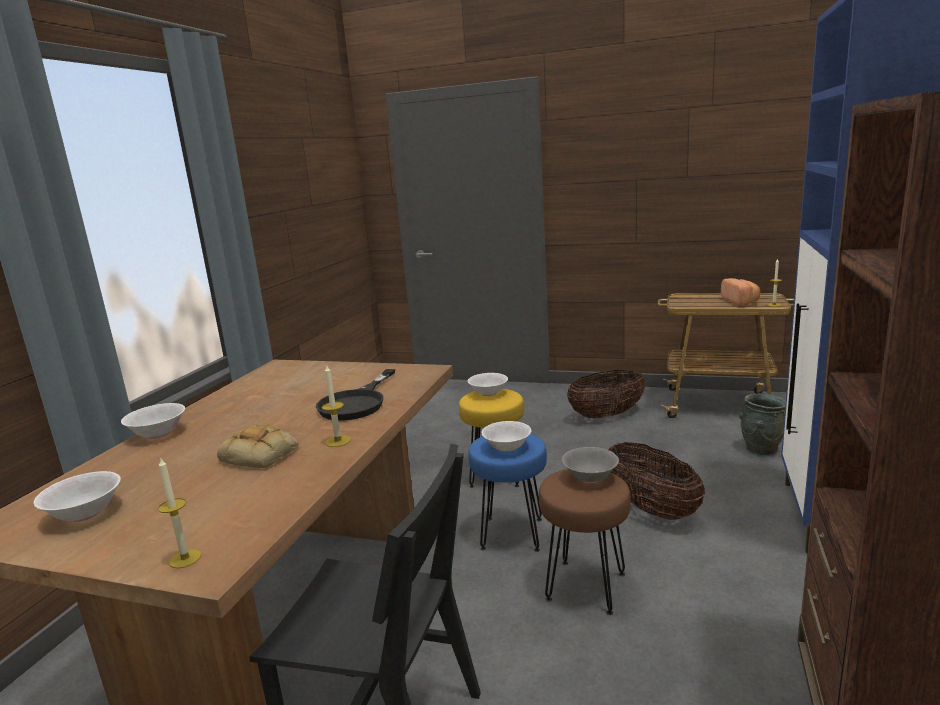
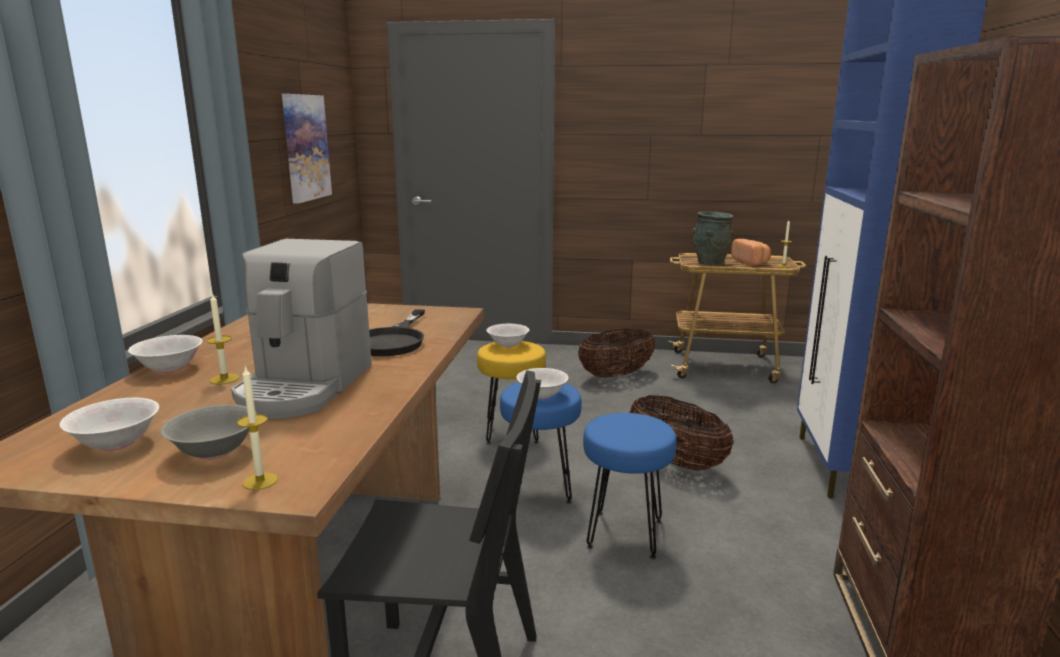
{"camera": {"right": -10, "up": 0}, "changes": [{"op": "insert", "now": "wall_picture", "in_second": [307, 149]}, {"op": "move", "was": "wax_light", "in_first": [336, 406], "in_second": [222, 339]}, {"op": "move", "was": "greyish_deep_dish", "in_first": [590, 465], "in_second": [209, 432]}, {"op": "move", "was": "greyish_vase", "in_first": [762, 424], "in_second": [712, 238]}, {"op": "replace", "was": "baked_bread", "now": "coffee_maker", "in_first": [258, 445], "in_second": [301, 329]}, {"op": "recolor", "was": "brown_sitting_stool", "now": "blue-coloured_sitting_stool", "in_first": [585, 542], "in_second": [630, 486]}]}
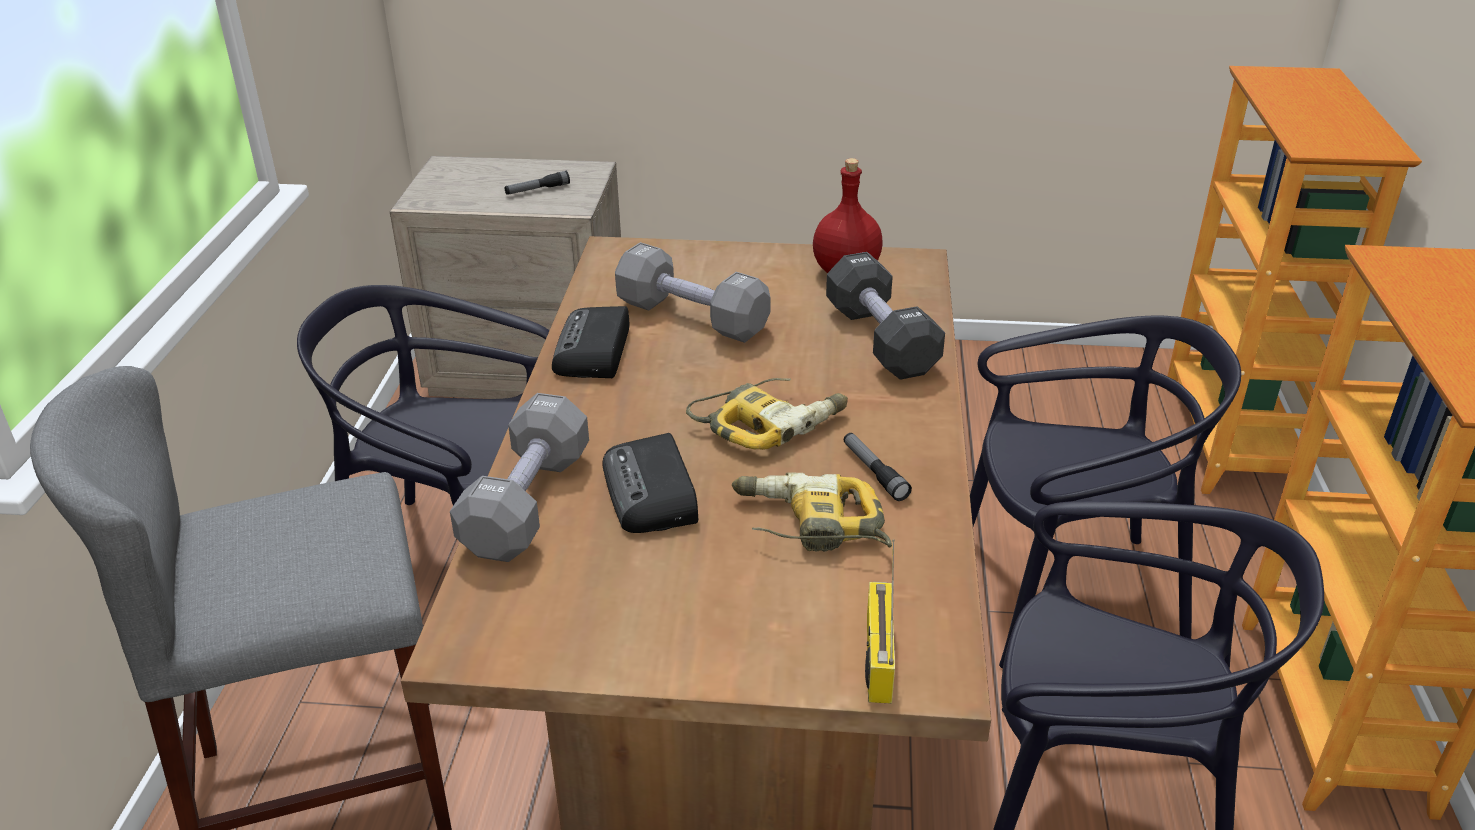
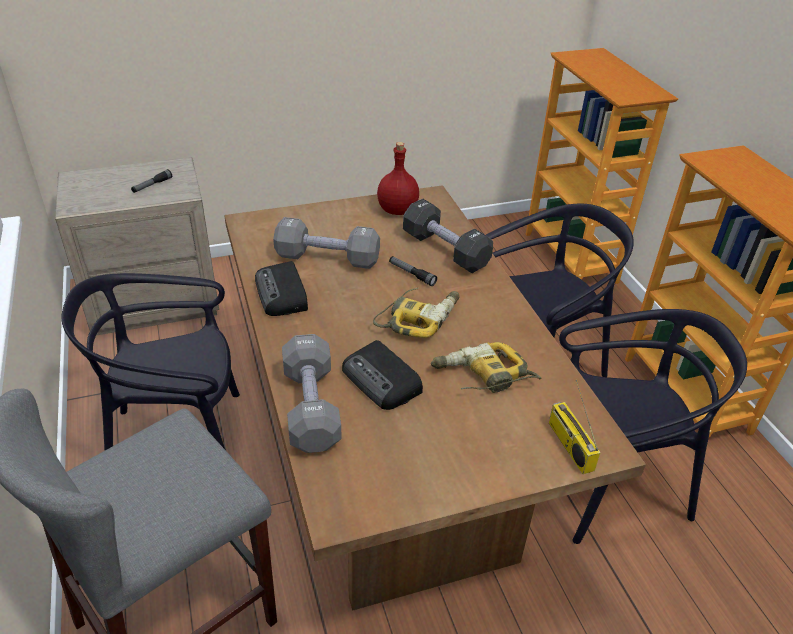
{"camera": {"right": -25, "up": 5}, "changes": [{"op": "move", "was": "hand_torch", "in_first": [878, 467], "in_second": [413, 271]}]}
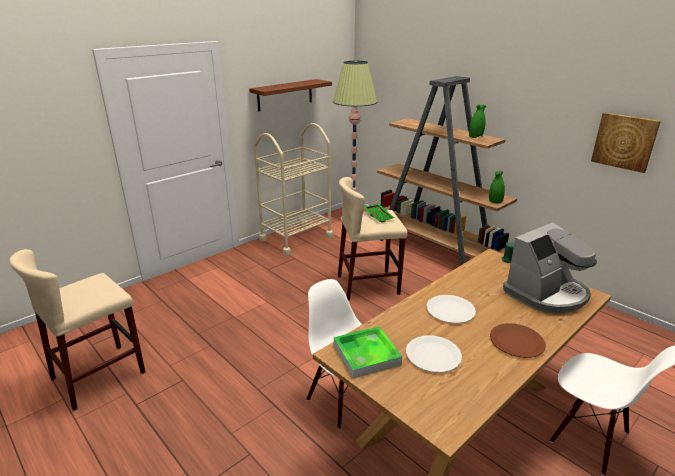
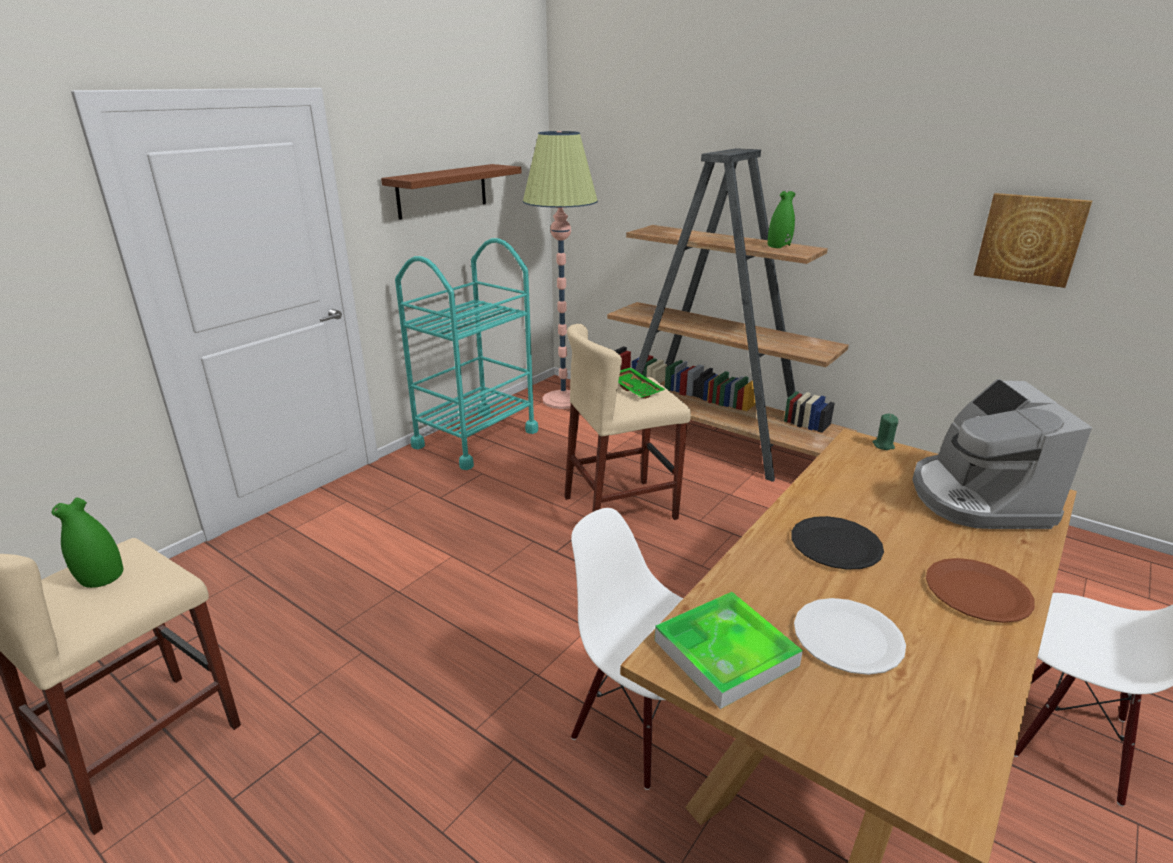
{"camera": {"right": -10, "up": 0}, "changes": [{"op": "move", "was": "green_vase", "in_first": [497, 186], "in_second": [87, 543]}, {"op": "recolor", "was": "beige-coloured_cart", "now": "blue-green_cart", "in_first": [293, 189], "in_second": [466, 354]}, {"op": "recolor", "was": "whitish_plate", "now": "black_plate", "in_first": [451, 309], "in_second": [837, 543]}, {"op": "rotate", "was": "coffee_maker", "in_first": [550, 268], "in_second": [1002, 454], "clockwise": 135}]}
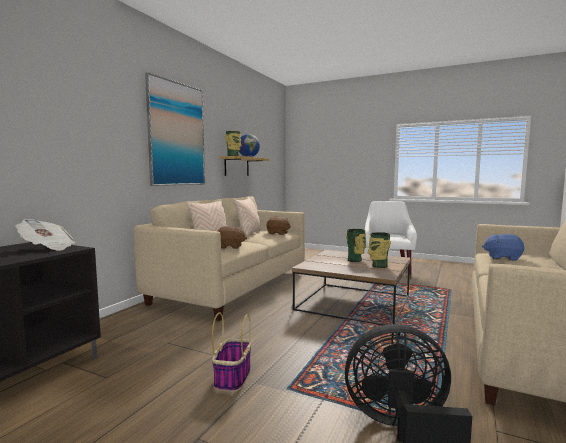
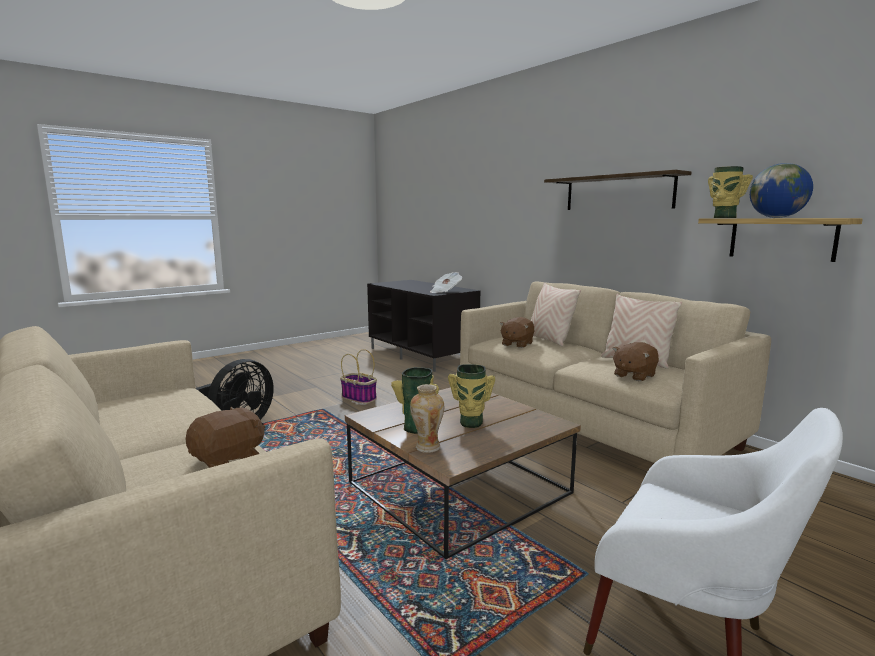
{"camera": {"right": 115, "up": 5}, "changes": [{"op": "insert", "now": "vase", "in_second": [427, 418]}, {"op": "replace", "was": "wall_picture", "now": "shelf", "in_first": [175, 129], "in_second": [617, 190]}, {"op": "recolor", "was": "blue-coloured_soft_toy", "now": "brown_soft_toy", "in_first": [503, 247], "in_second": [225, 437]}]}
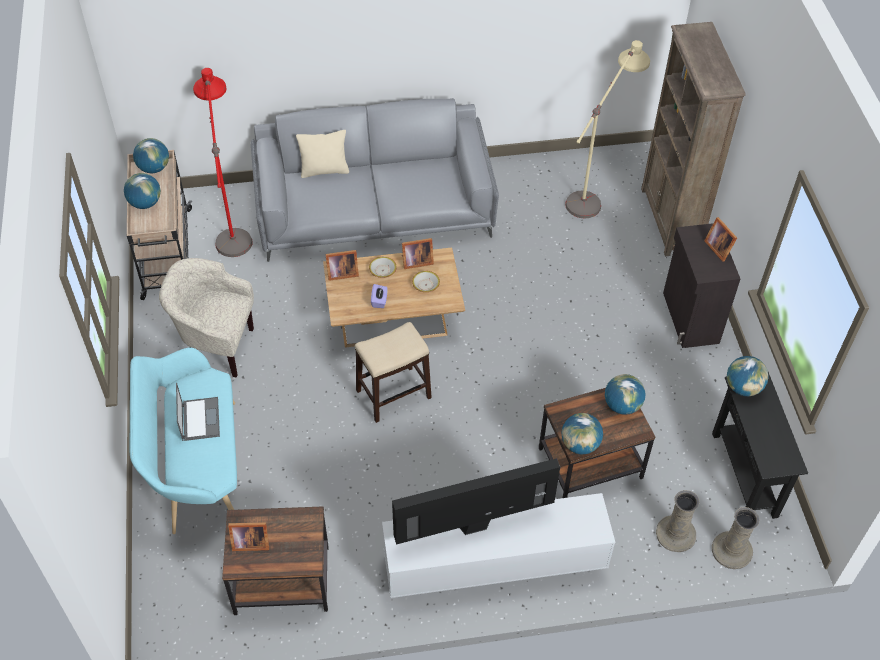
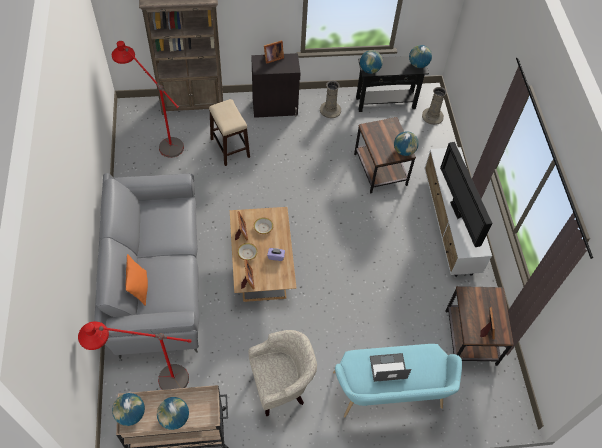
{"camera": {"right": -90, "up": 5}, "changes": [{"op": "move", "was": "sitting_stool", "in_first": [393, 372], "in_second": [229, 132]}, {"op": "move", "was": "world_globe", "in_first": [625, 394], "in_second": [420, 56]}, {"op": "move", "was": "beige-coloured_vase", "in_first": [677, 521], "in_second": [330, 99]}, {"op": "recolor", "was": "beige-coloured_pillow", "now": "orange_pillow", "in_first": [322, 154], "in_second": [137, 279]}, {"op": "recolor", "was": "beige-coloured_standing_lamp", "now": "red_standing_lamp", "in_first": [607, 129], "in_second": [148, 99]}, {"op": "rotate", "was": "beige-coloured_lounge_chair", "in_first": [206, 318], "in_second": [282, 373], "clockwise": -120}]}
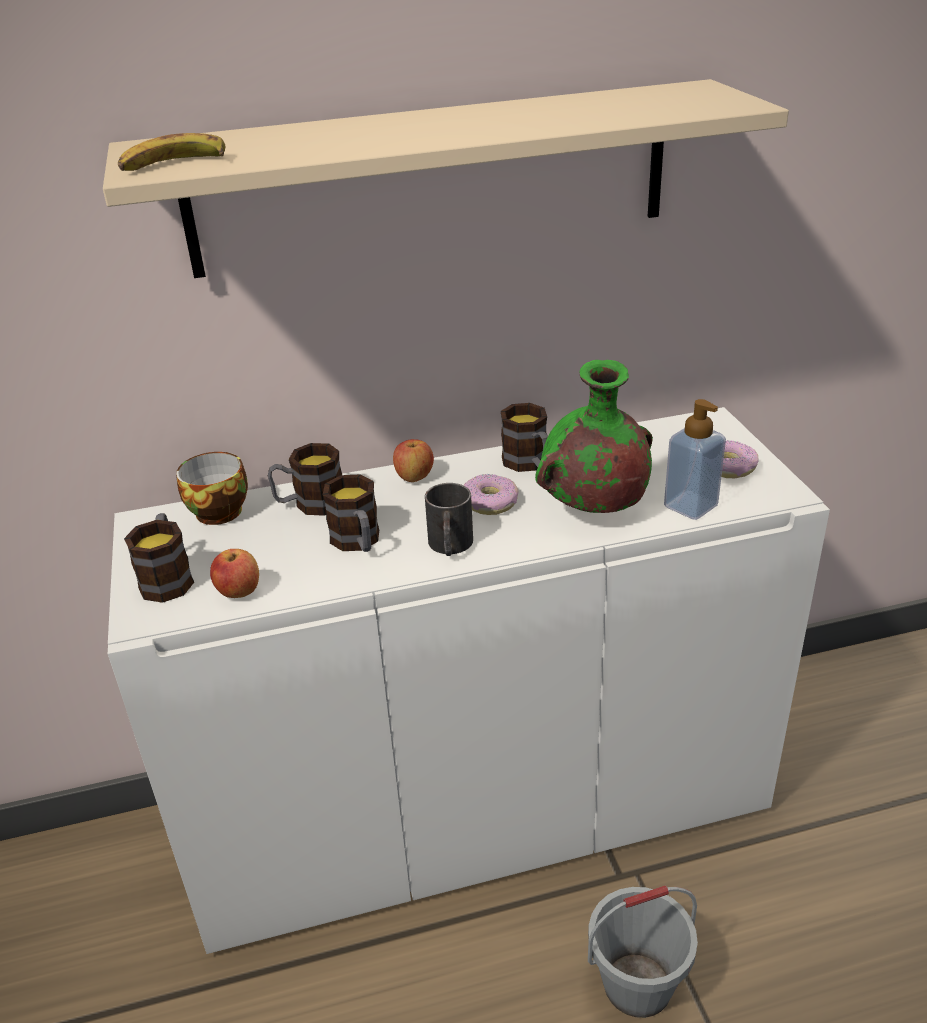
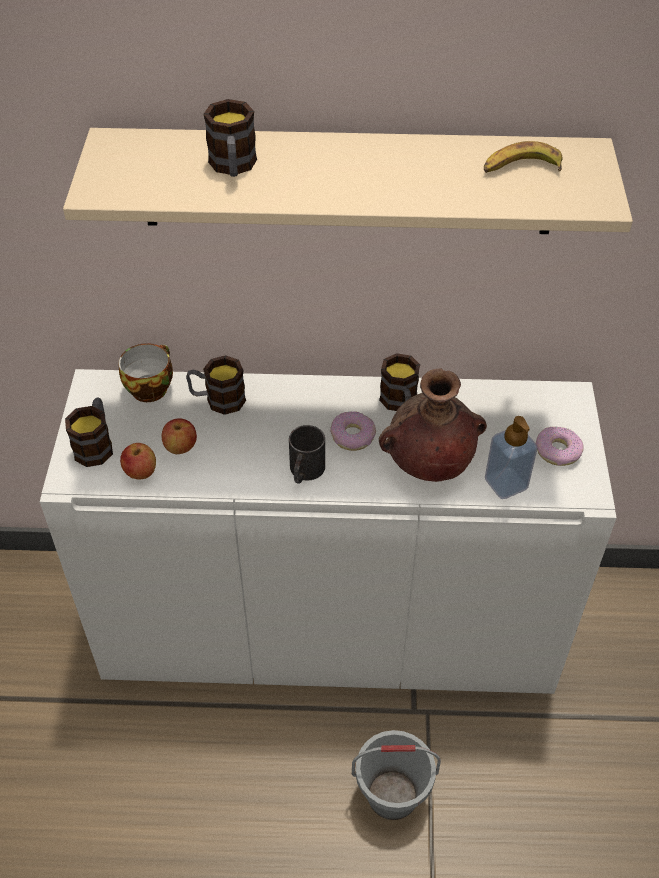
{"camera": {"right": 15, "up": 15}, "changes": [{"op": "move", "was": "banana_fruit", "in_first": [172, 152], "in_second": [523, 157]}, {"op": "move", "was": "coffee_mug", "in_first": [351, 513], "in_second": [230, 138]}, {"op": "move", "was": "apple_fruit", "in_first": [413, 460], "in_second": [179, 436]}, {"op": "recolor", "was": "green_vase", "now": "brown_vase", "in_first": [594, 436], "in_second": [433, 425]}]}
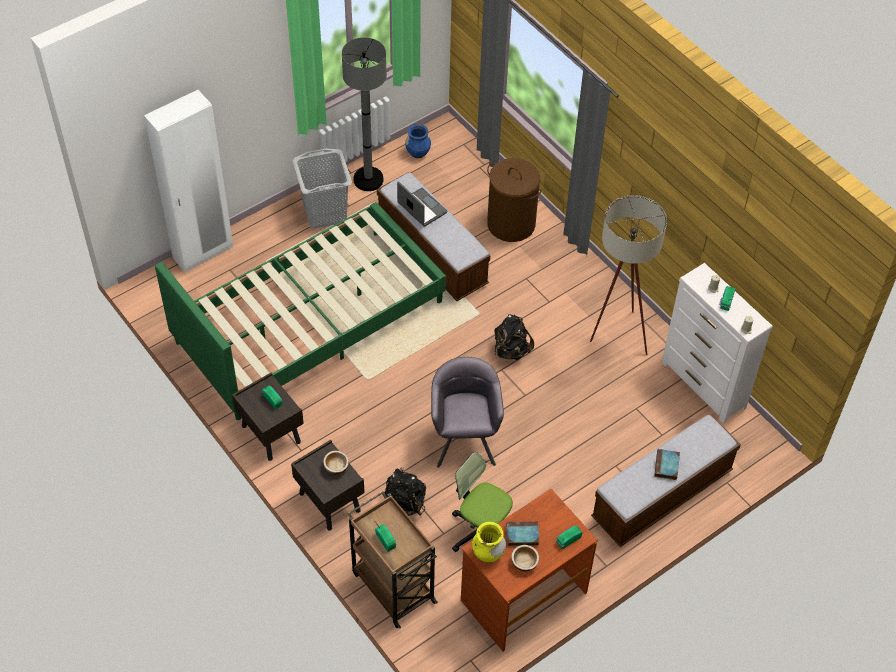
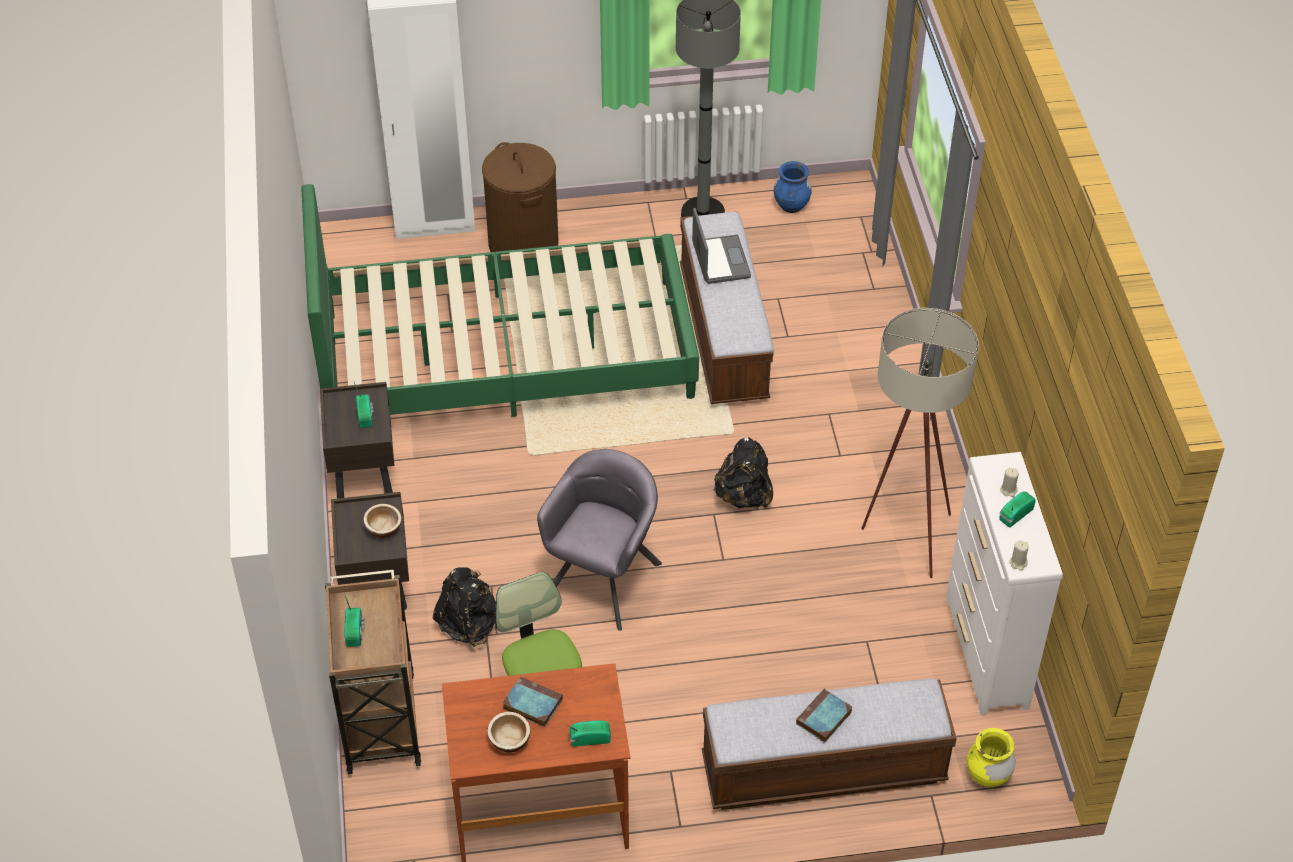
{"camera": {"right": 30, "up": -5}, "changes": [{"op": "delete", "was": "greyish_washing_basket", "in_first": [322, 189]}, {"op": "move", "was": "yellowish_vase", "in_first": [489, 542], "in_second": [991, 757]}, {"op": "move", "was": "brown_washing_basket", "in_first": [514, 200], "in_second": [520, 197]}]}
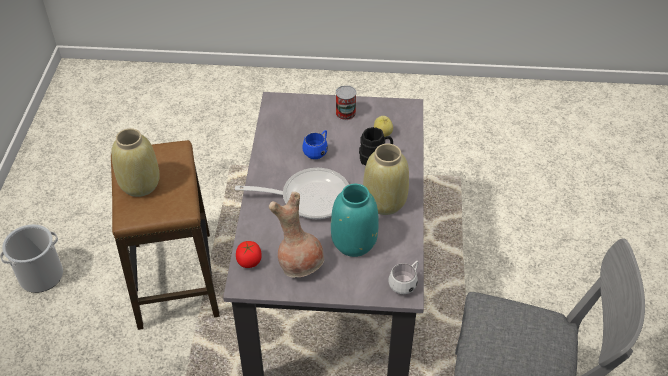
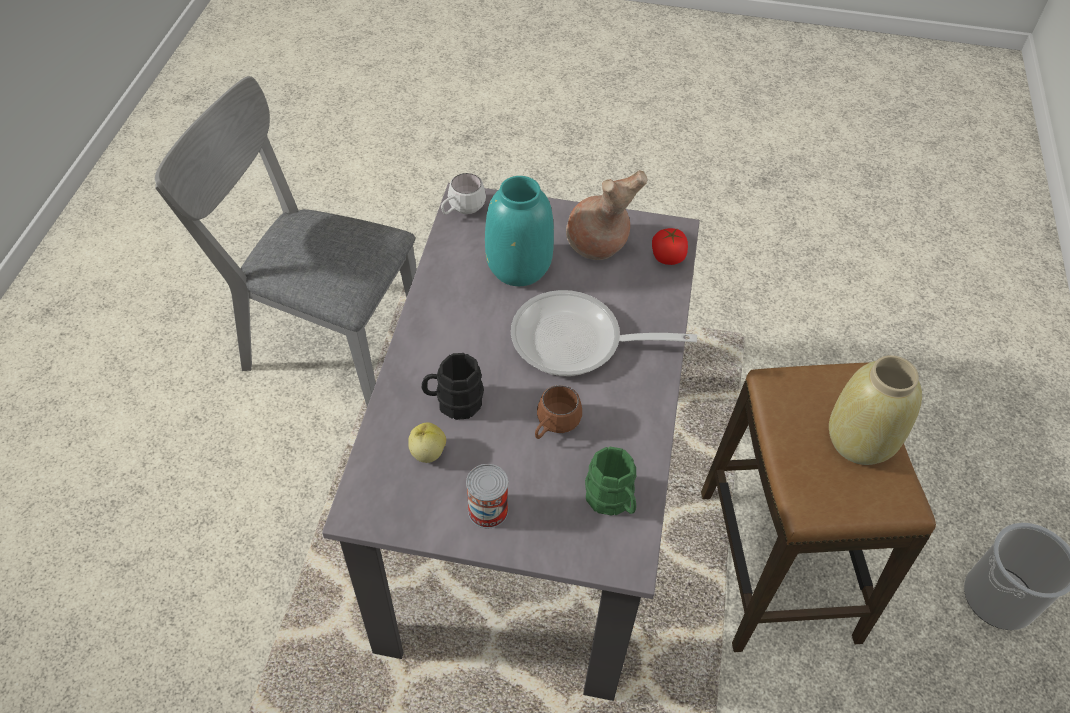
{"camera": {"right": -175, "up": 5}, "changes": [{"op": "delete", "was": "beige-coloured_vase", "in_first": [386, 179]}, {"op": "insert", "now": "green_coffee_mug", "in_second": [610, 481]}, {"op": "recolor", "was": "blue-coloured_coffee_mug", "now": "brown_coffee_mug", "in_first": [315, 144], "in_second": [558, 412]}]}
